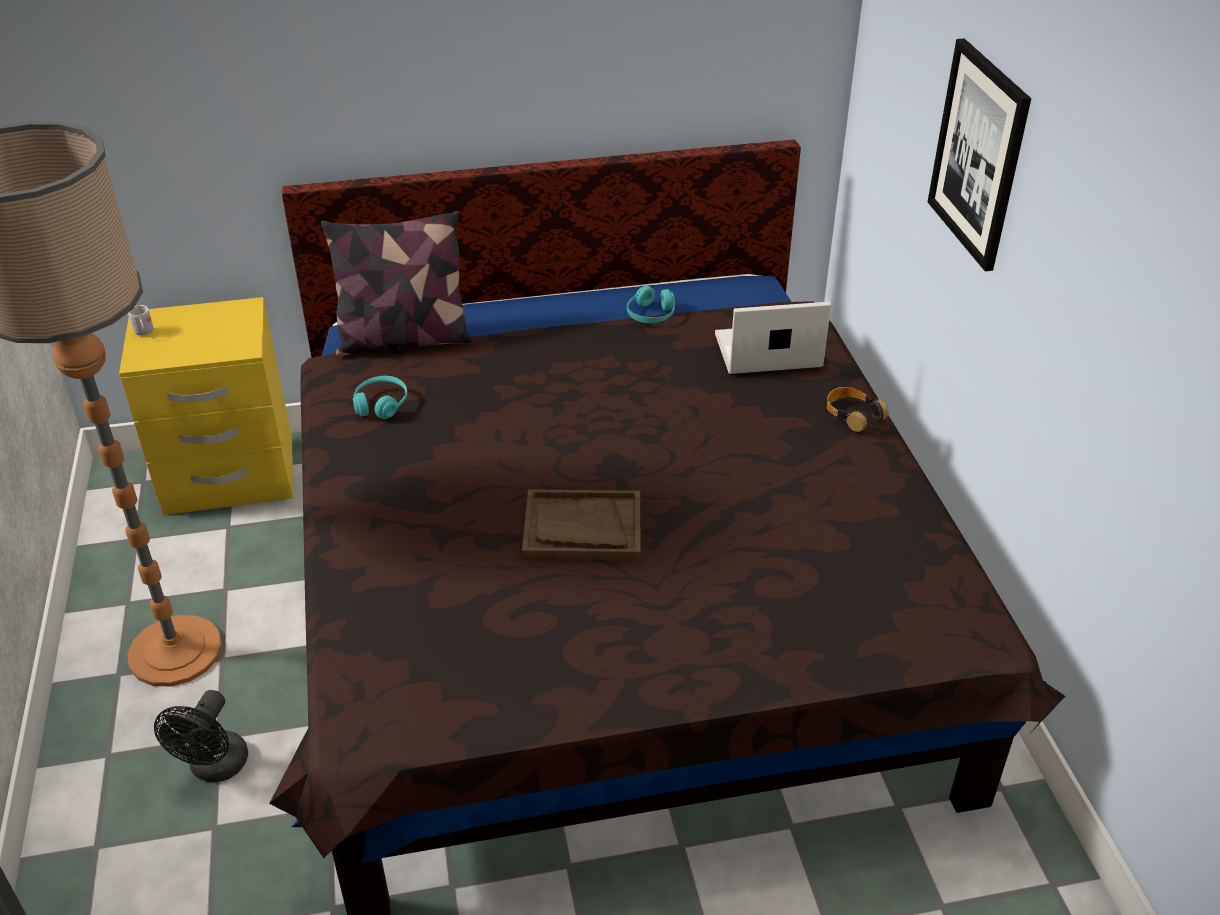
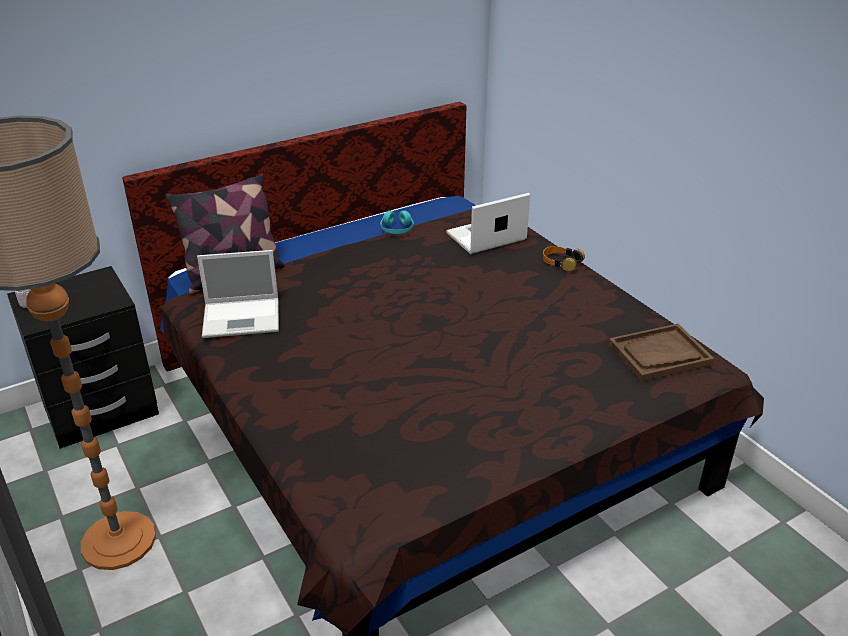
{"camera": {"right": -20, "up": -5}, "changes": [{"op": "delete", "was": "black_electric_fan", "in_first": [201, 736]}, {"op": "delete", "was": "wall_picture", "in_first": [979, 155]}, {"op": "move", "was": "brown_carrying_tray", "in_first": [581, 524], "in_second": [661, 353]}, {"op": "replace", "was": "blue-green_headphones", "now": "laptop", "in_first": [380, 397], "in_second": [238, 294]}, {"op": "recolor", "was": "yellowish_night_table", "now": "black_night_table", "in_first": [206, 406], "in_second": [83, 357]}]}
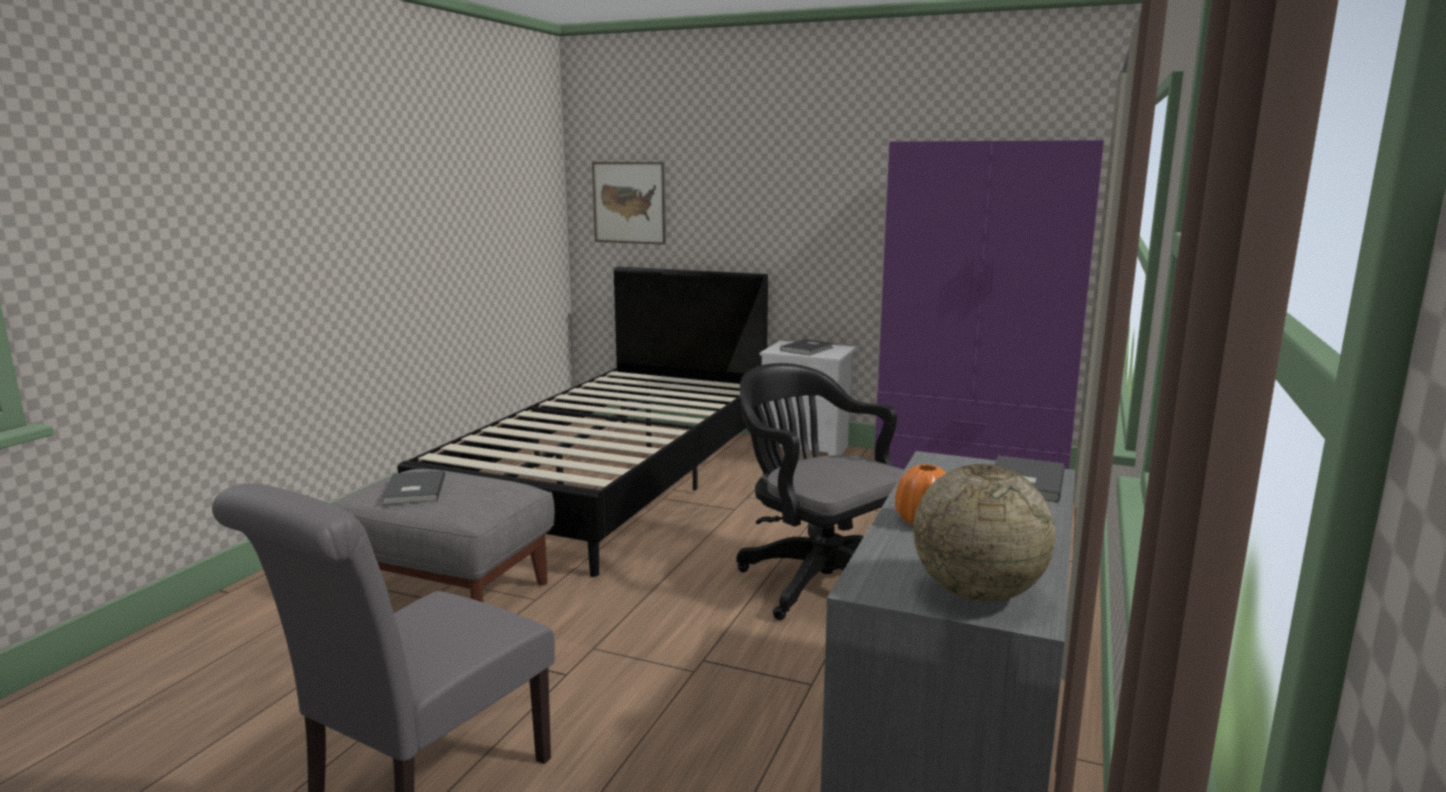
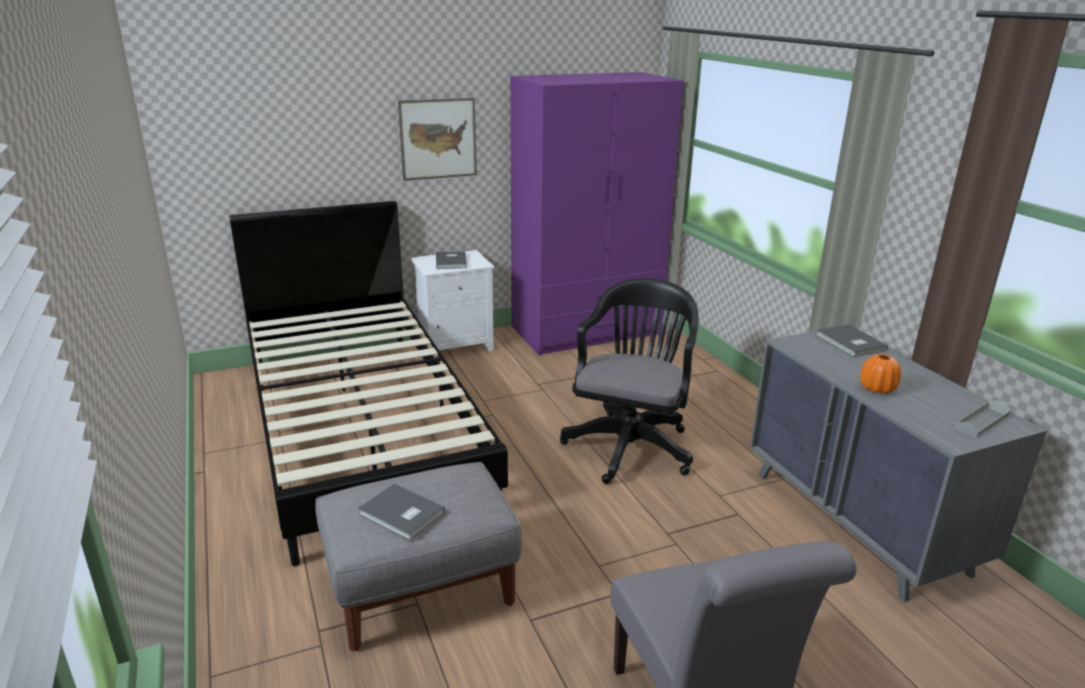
{"camera": {"right": -45, "up": 10}, "changes": [{"op": "move", "was": "wall_picture", "in_first": [629, 203], "in_second": [437, 139]}, {"op": "replace", "was": "world_globe", "now": "greyish_carrying_tray", "in_first": [984, 533], "in_second": [982, 419]}, {"op": "rotate", "was": "black_desk_chair", "in_first": [820, 491], "in_second": [629, 381], "clockwise": 105}]}
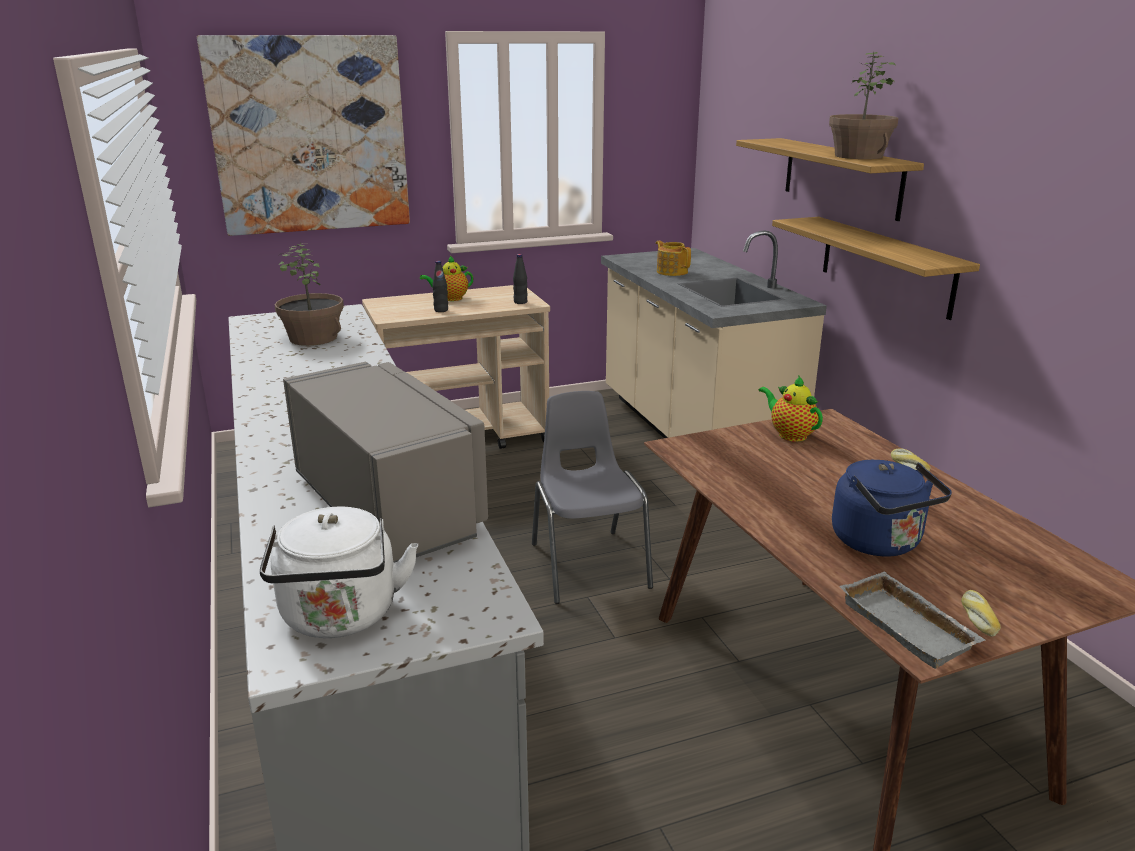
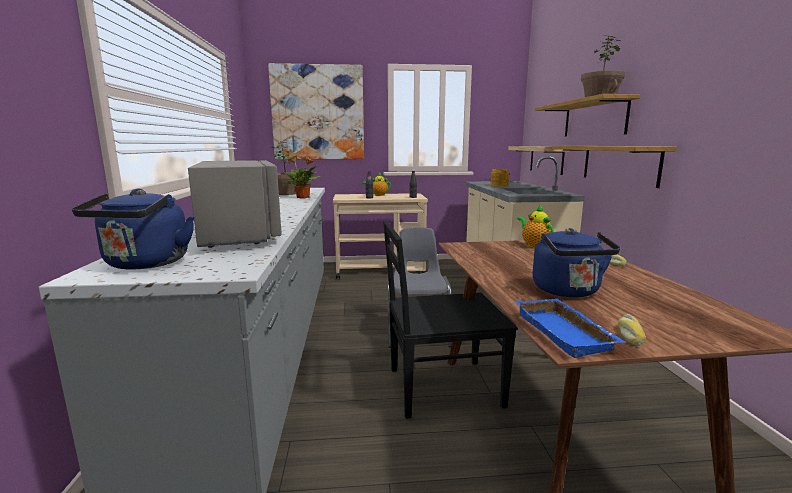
{"camera": {"right": 15, "up": -10}, "changes": [{"op": "insert", "now": "houseplant", "in_second": [301, 177]}, {"op": "insert", "now": "black_plain_chair", "in_second": [450, 320]}, {"op": "insert", "now": "shelf", "in_second": [539, 160]}, {"op": "recolor", "was": "whitish_tea_kettle", "now": "blue-coloured_tea_kettle", "in_first": [339, 572], "in_second": [133, 229]}, {"op": "recolor", "was": "greyish_carrying_tray", "now": "blue-coloured_carrying_tray", "in_first": [912, 620], "in_second": [570, 328]}]}
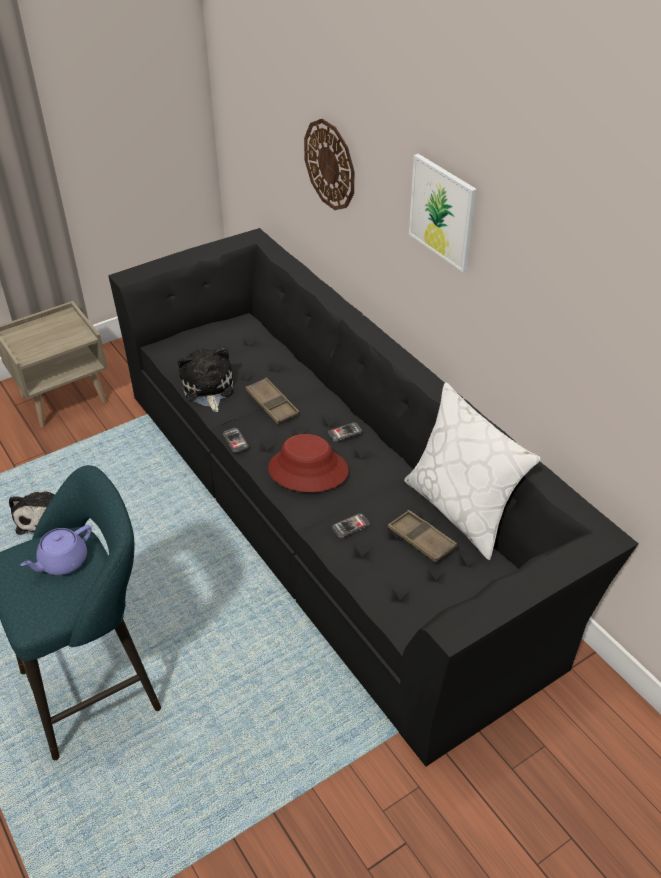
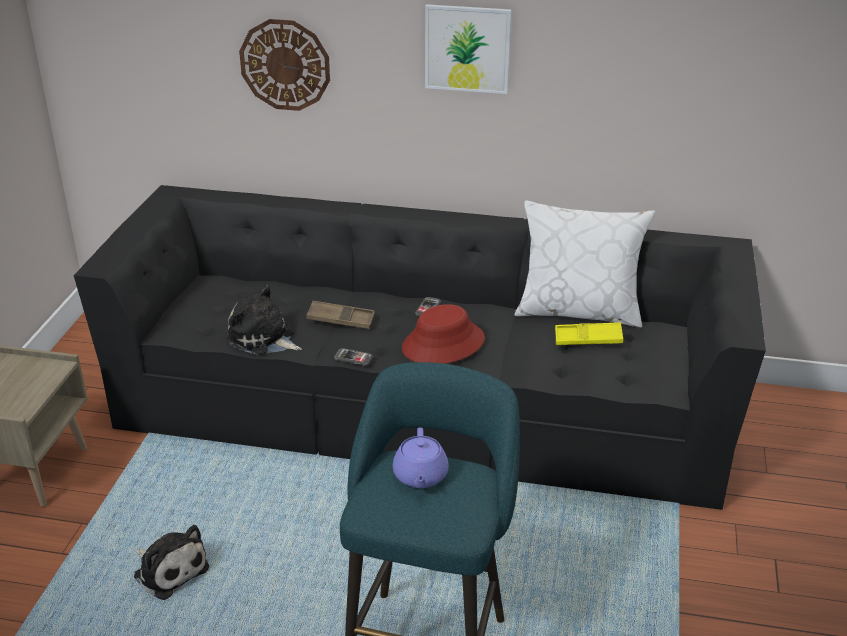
{"camera": {"right": -45, "up": -10}, "changes": [{"op": "delete", "was": "telephone", "in_first": [351, 525]}, {"op": "recolor", "was": "brown_carrying_tray", "now": "yellowish_carrying_tray", "in_first": [422, 536], "in_second": [589, 333]}]}
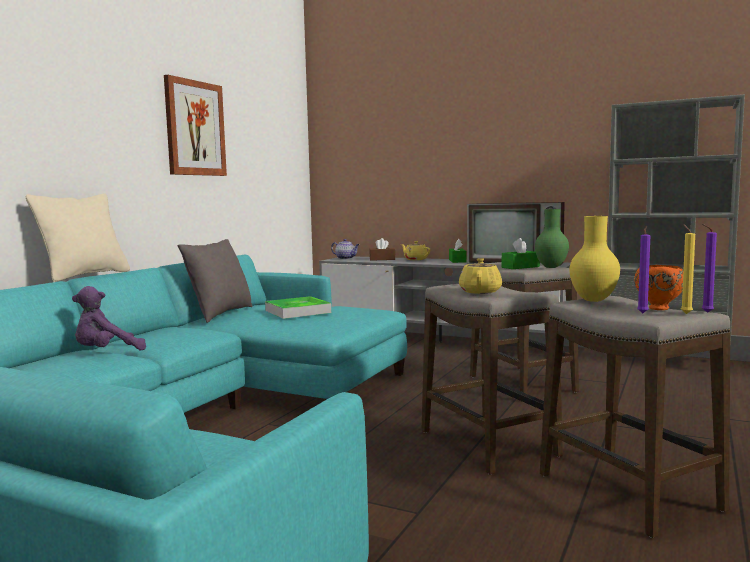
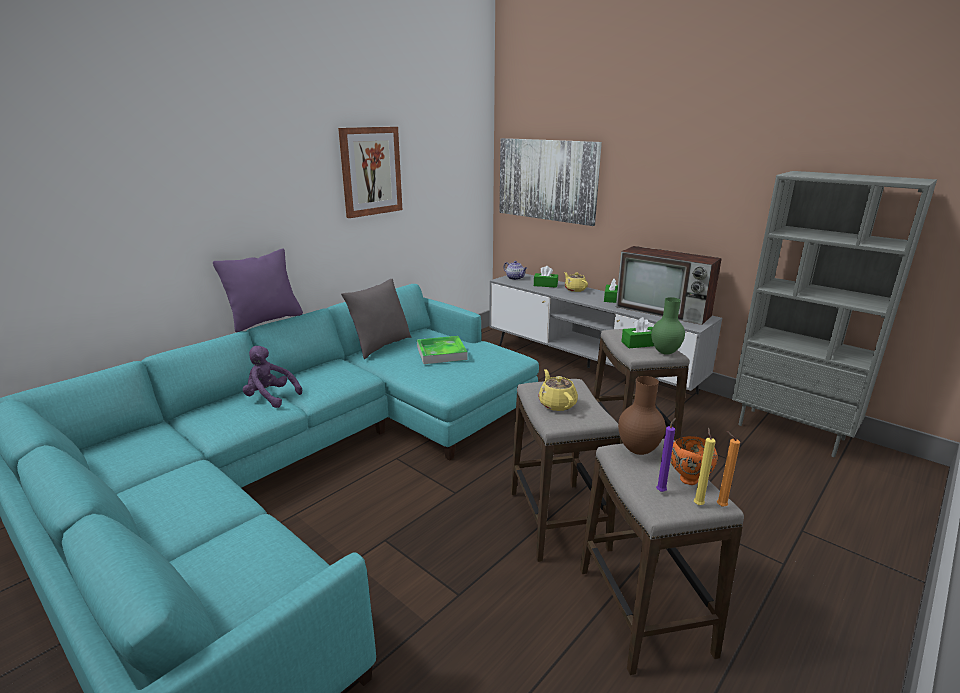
{"camera": {"right": 15, "up": 15}, "changes": [{"op": "insert", "now": "wall_picture", "in_second": [551, 182]}, {"op": "recolor", "was": "beige-coloured_pillow", "now": "purple-coloured_pillow", "in_first": [78, 237], "in_second": [258, 290]}, {"op": "recolor", "was": "brown_tissue_box", "now": "green_tissue_box", "in_first": [382, 249], "in_second": [546, 277]}, {"op": "recolor", "was": "yellowish_vase", "now": "brown_vase", "in_first": [594, 259], "in_second": [642, 415]}, {"op": "recolor", "was": "purple-coloured_wax_light", "now": "orange_wax_light", "in_first": [709, 268], "in_second": [728, 469]}, {"op": "rotate", "was": "purple-coloured_soft_toy", "in_first": [109, 318], "in_second": [272, 377], "clockwise": 45}, {"op": "rotate", "was": "yellowish_tea_pot", "in_first": [480, 276], "in_second": [558, 390], "clockwise": -45}]}
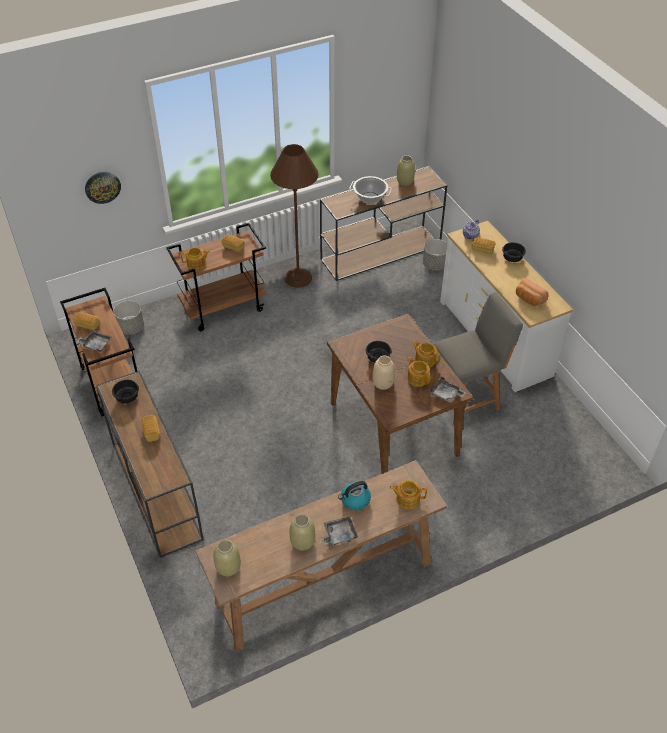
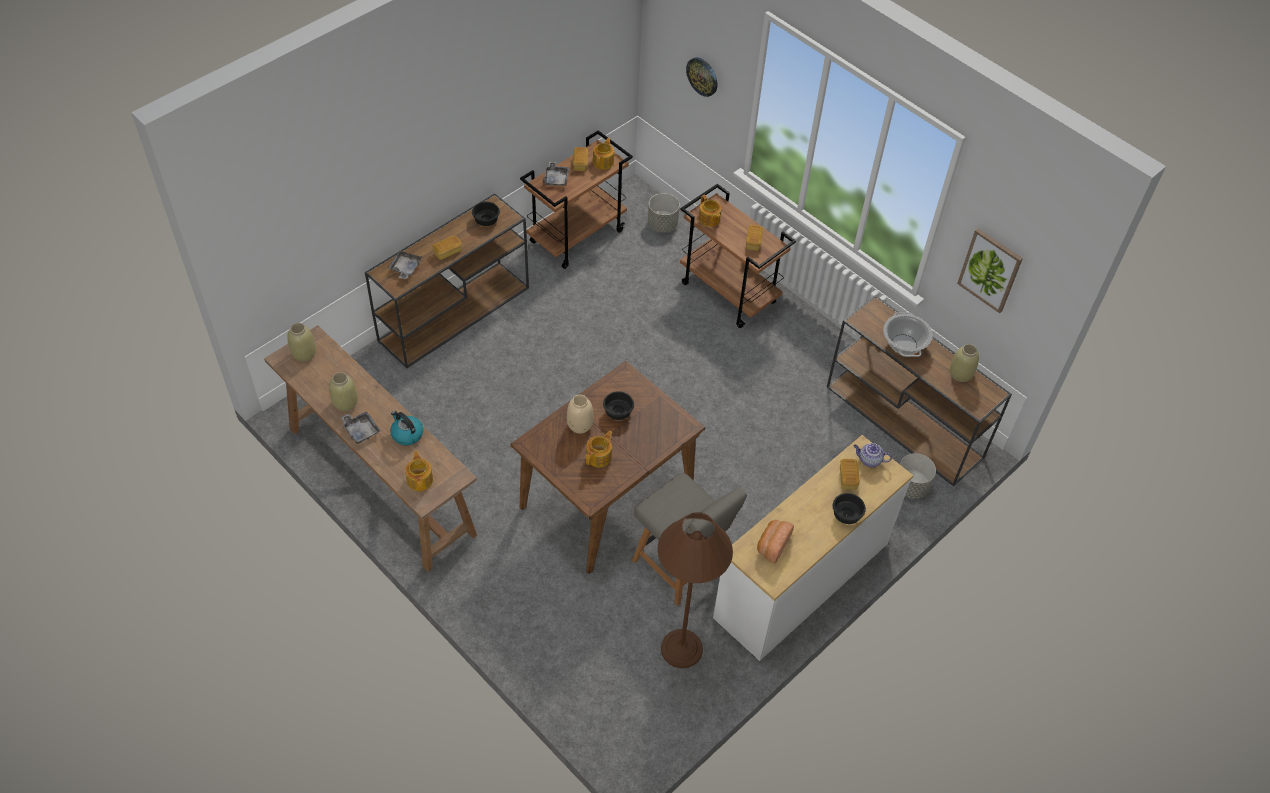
{"camera": {"right": 70, "up": 5}, "changes": [{"op": "insert", "now": "wall_picture", "in_second": [990, 271]}, {"op": "move", "was": "brown_standing_lamp", "in_first": [294, 216], "in_second": [695, 590]}, {"op": "move", "was": "tea_pot", "in_first": [426, 354], "in_second": [603, 154]}, {"op": "move", "was": "greyish_carrying_tray", "in_first": [447, 389], "in_second": [405, 265]}]}
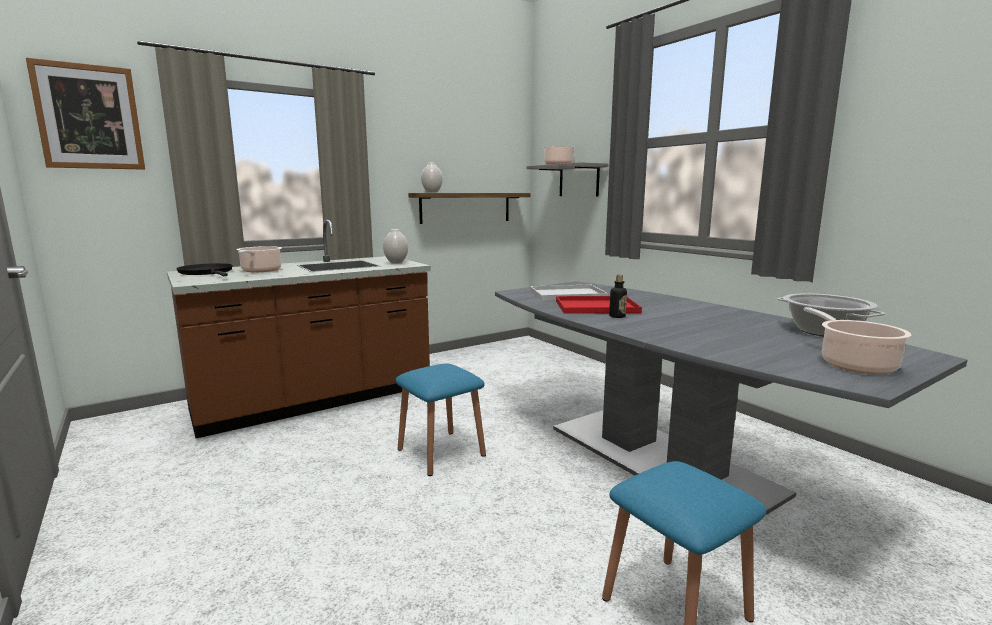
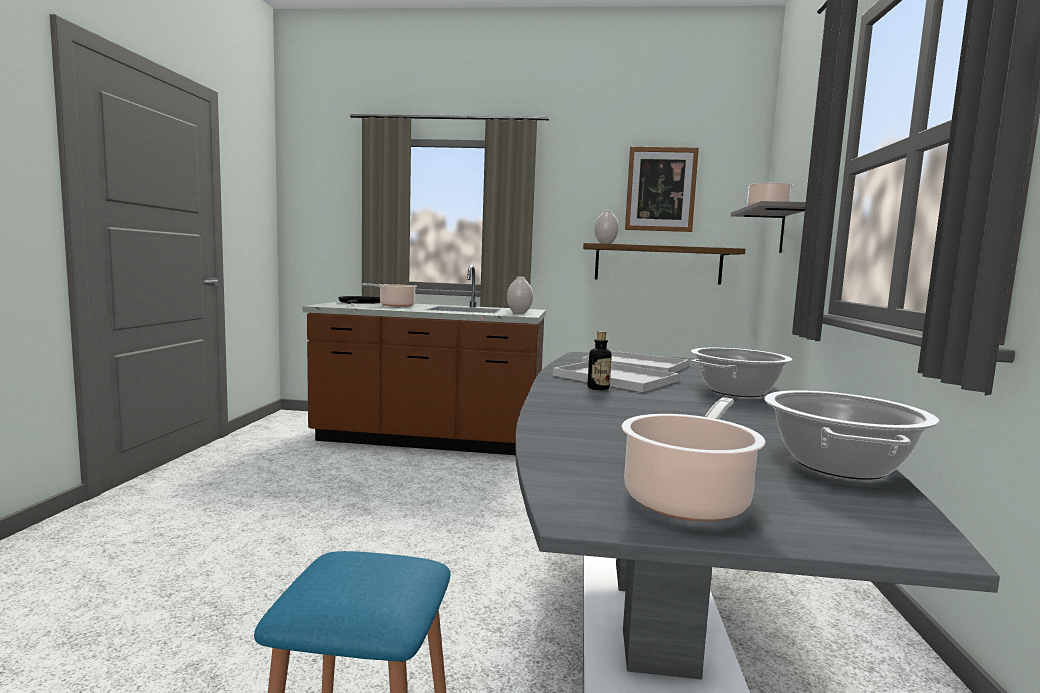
{"camera": {"right": 40, "up": -5}, "changes": [{"op": "delete", "was": "blue-coloured_sitting_stool", "in_first": [440, 420]}, {"op": "insert", "now": "saucepot", "in_second": [741, 372]}, {"op": "move", "was": "wall_picture", "in_first": [85, 114], "in_second": [662, 189]}, {"op": "recolor", "was": "red_carrying_tray", "now": "whitish_carrying_tray", "in_first": [599, 305], "in_second": [616, 376]}]}
